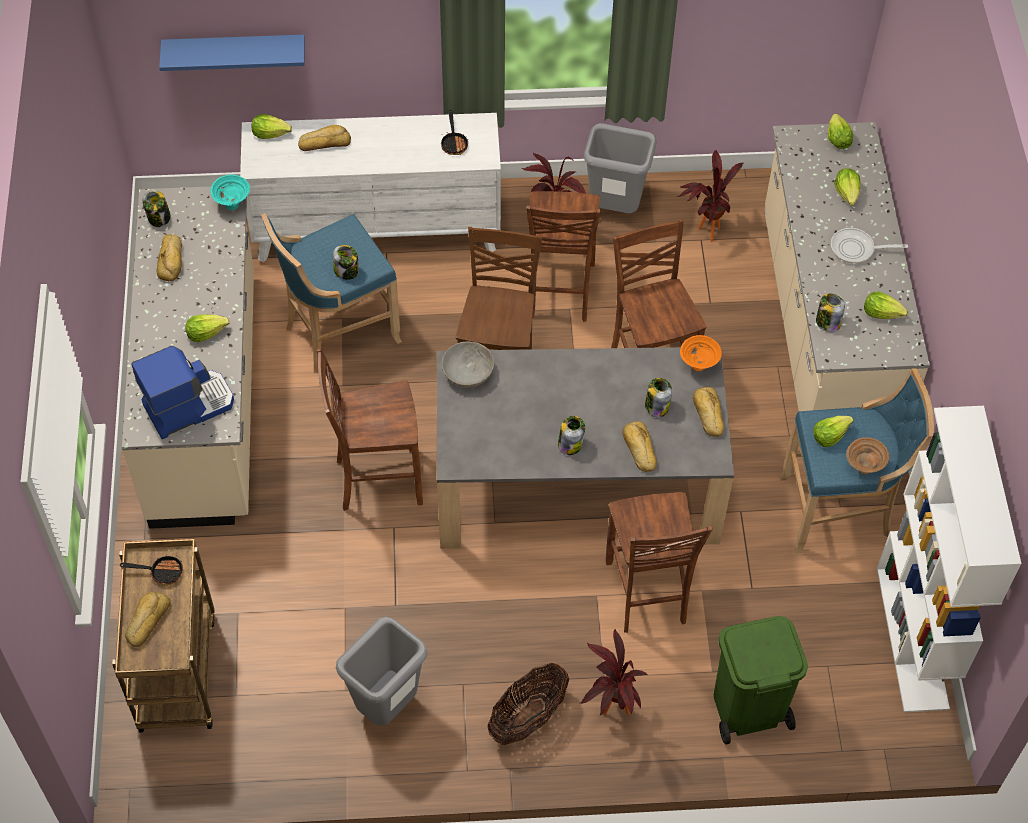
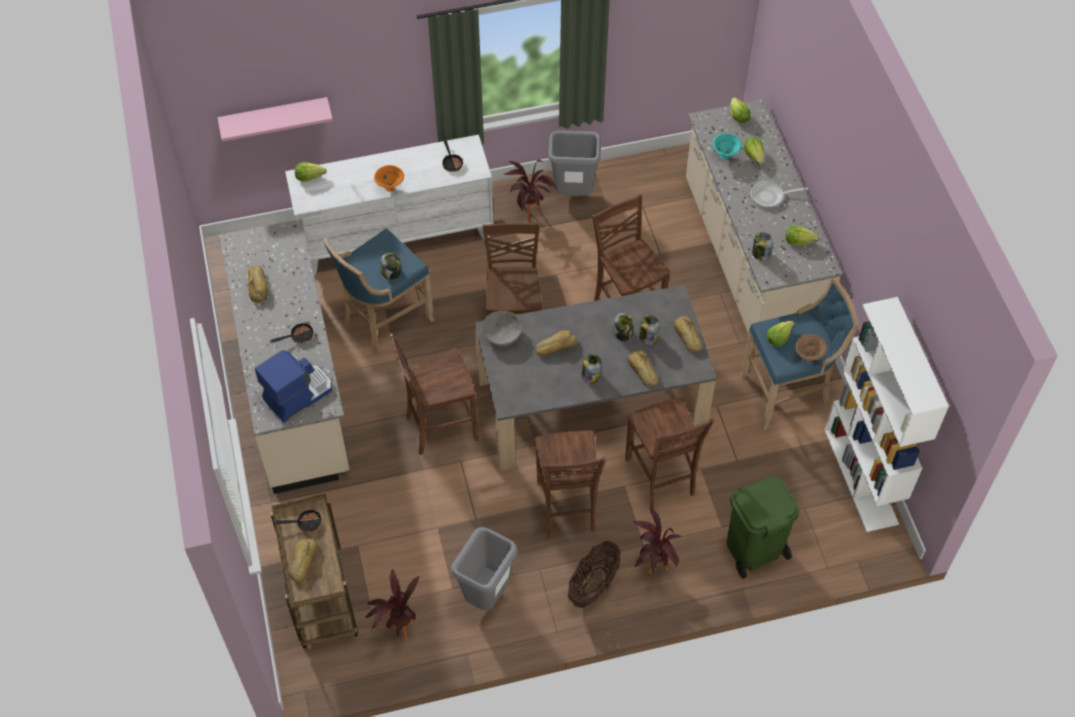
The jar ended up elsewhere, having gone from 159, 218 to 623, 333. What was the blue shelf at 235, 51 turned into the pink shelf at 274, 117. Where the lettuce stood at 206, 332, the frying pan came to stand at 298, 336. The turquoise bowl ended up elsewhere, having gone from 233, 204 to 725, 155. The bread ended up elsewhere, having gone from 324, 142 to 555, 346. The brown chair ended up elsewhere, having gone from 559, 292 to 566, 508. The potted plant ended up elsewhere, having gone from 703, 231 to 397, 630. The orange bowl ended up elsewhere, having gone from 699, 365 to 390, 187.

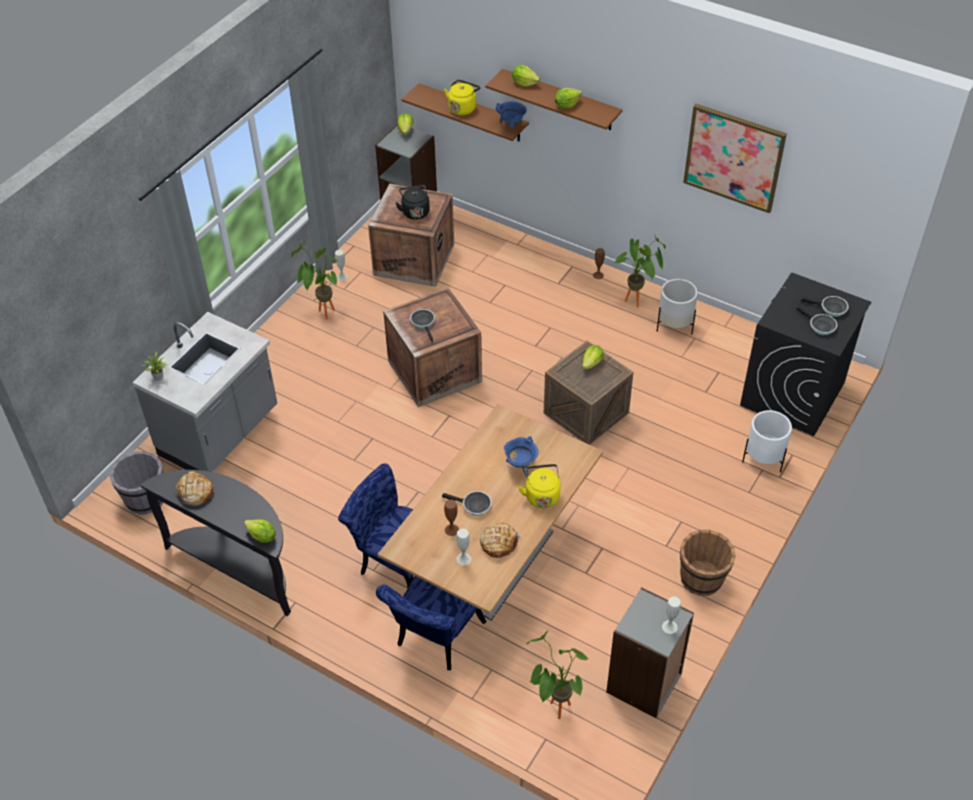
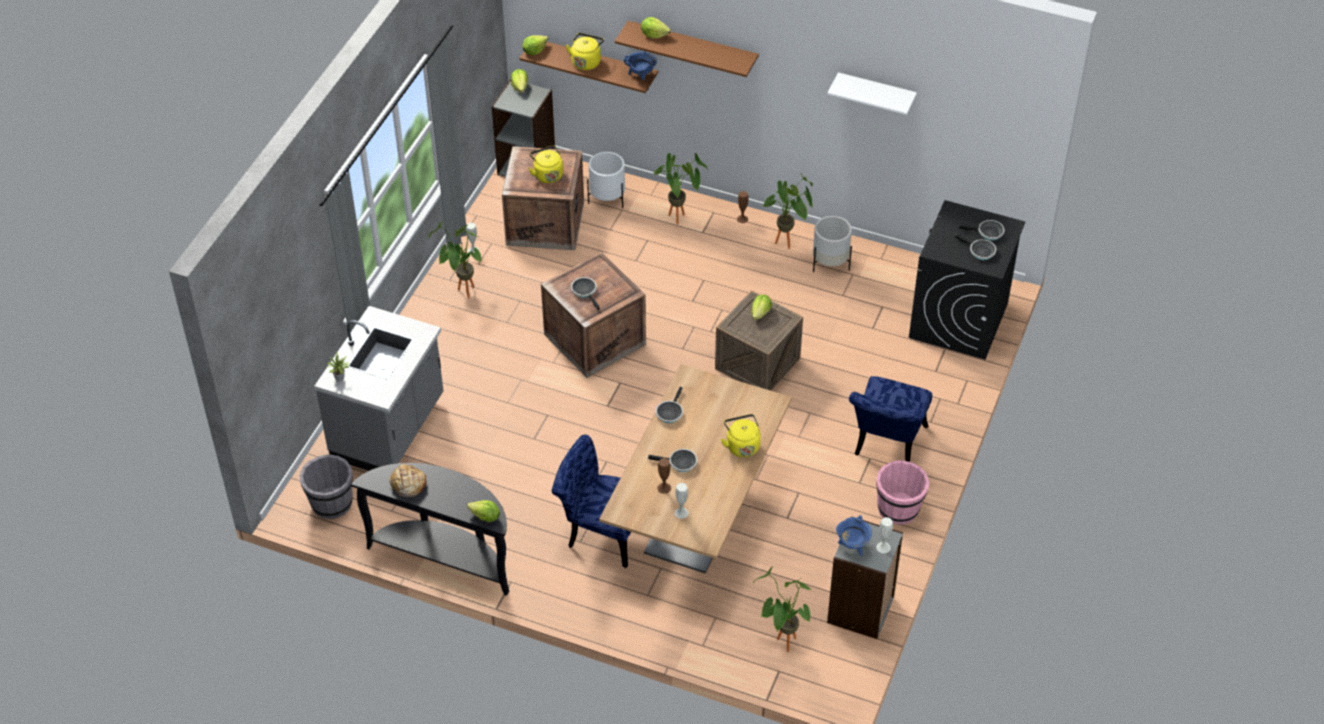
The blue chair ended up elsewhere, having gone from 435, 638 to 887, 445. What was the black kettle at 415, 211 turned into the yellow kettle at 547, 174. The second view lost the bread at 498, 543. The blue cooking pot ended up elsewhere, having gone from 520, 465 to 852, 546. The lettuce ended up elsewhere, having gone from 566, 105 to 534, 51. What was the brown bucket at 702, 579 turned into the pink bucket at 899, 509. Where the picture hung at 733, 157, the white shelf came to hang at 876, 93. The white planter ended up elsewhere, having gone from 763, 459 to 607, 199. The second view gained the potted plant at 680, 220. The second view gained the frying pan at 670, 412.

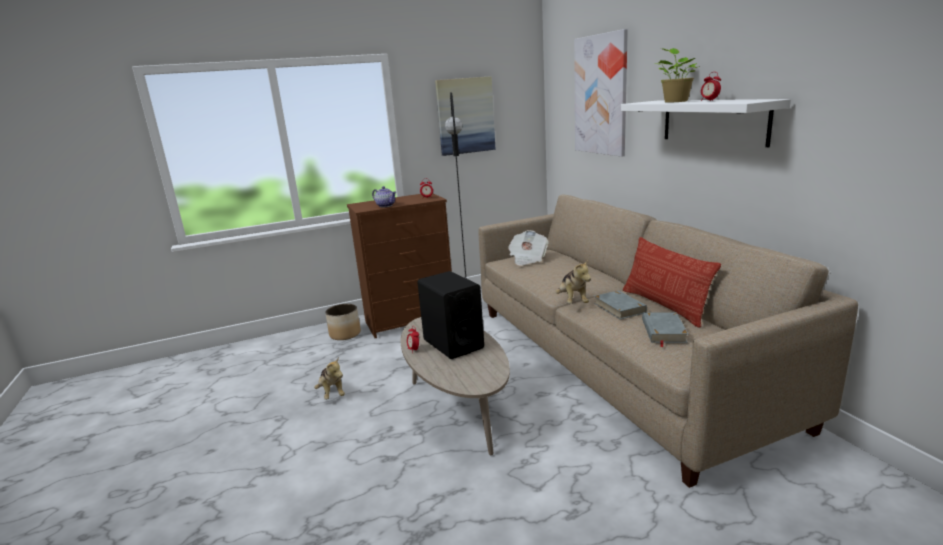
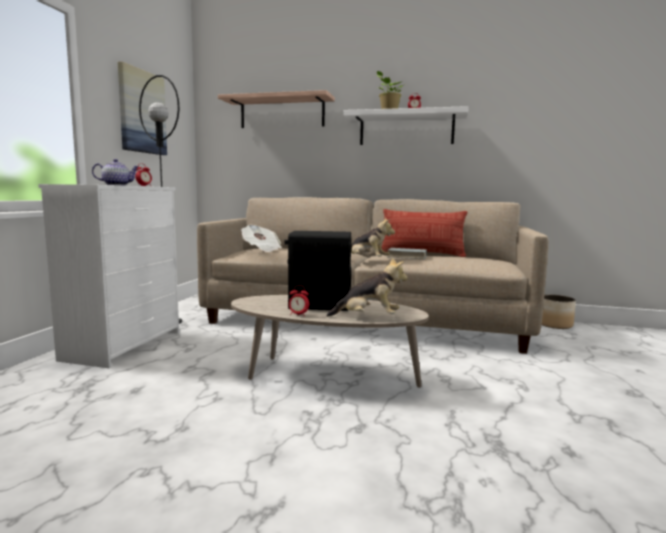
The plush toy ended up elsewhere, having gone from 332, 393 to 368, 318. The planter ended up elsewhere, having gone from 345, 334 to 555, 325. What was the brown dresser at 411, 320 turned into the white dresser at 125, 345. Where the picture hung at 601, 95, the shelf came to hang at 282, 113. The second view lost the grey book at 663, 331.

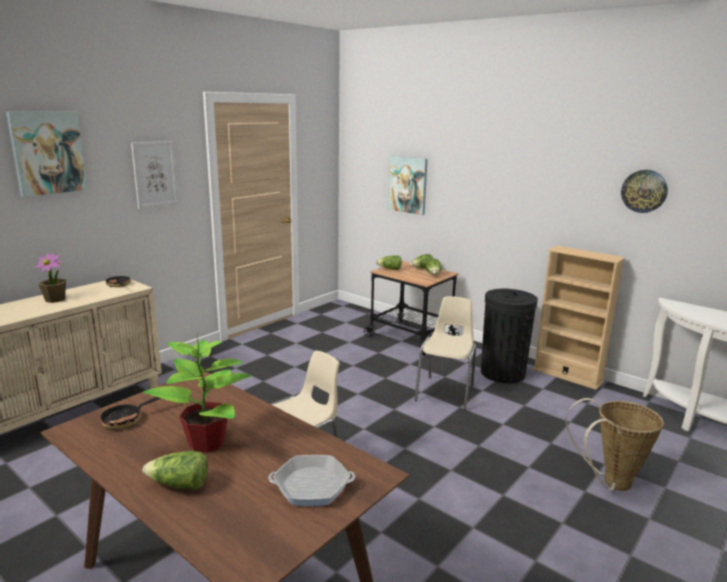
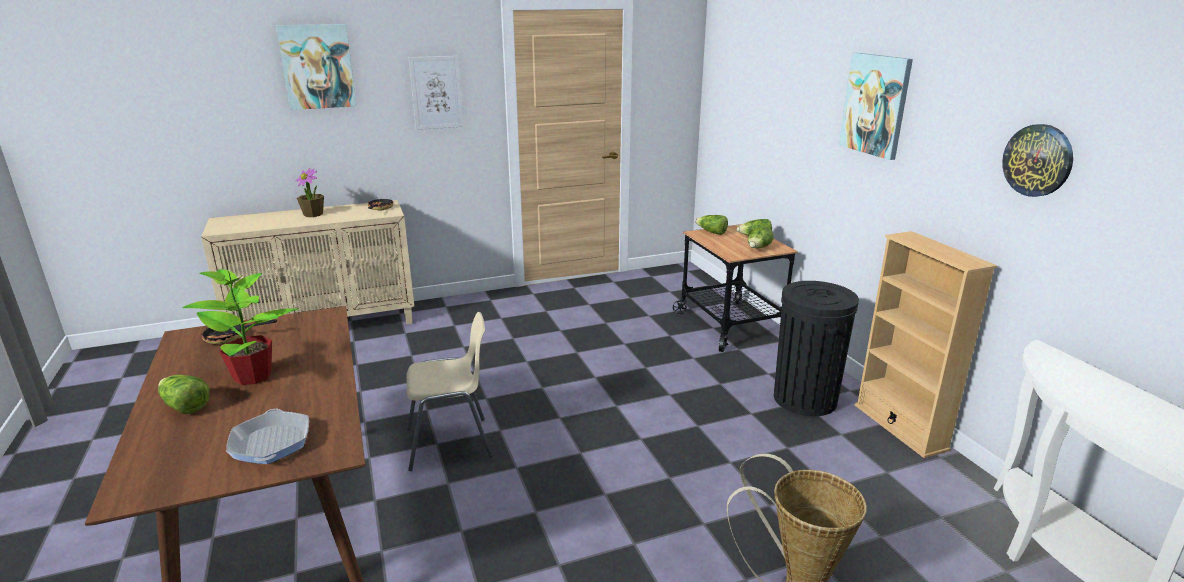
The frying pan at 312, 486 ended up facing another way, 135 degrees counterclockwise from before. The picture ended up elsewhere, having gone from 407, 184 to 875, 105. The second view lost the beige chair at 446, 392.

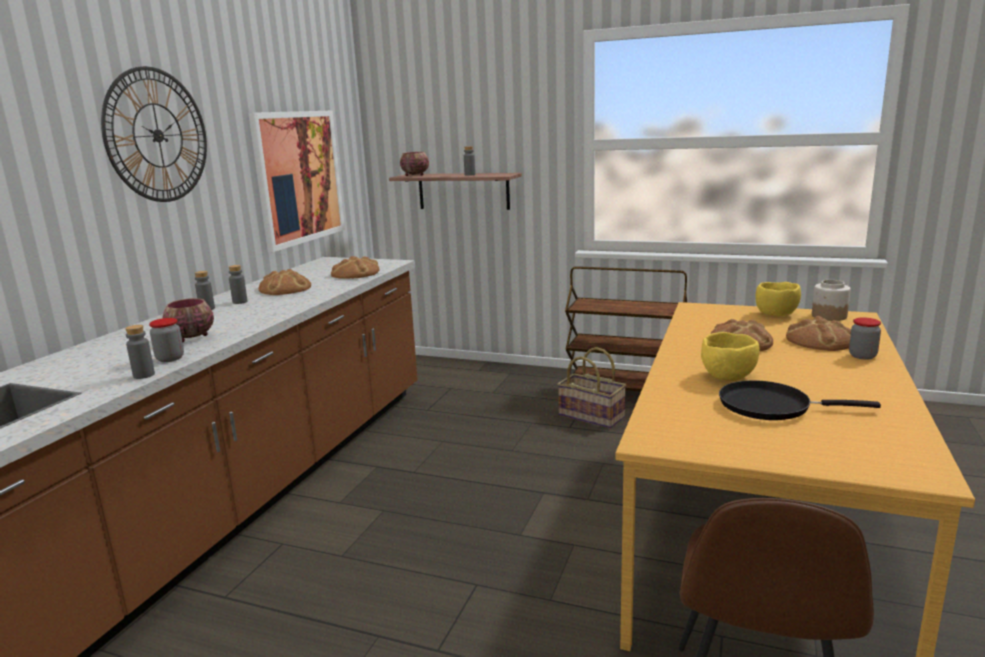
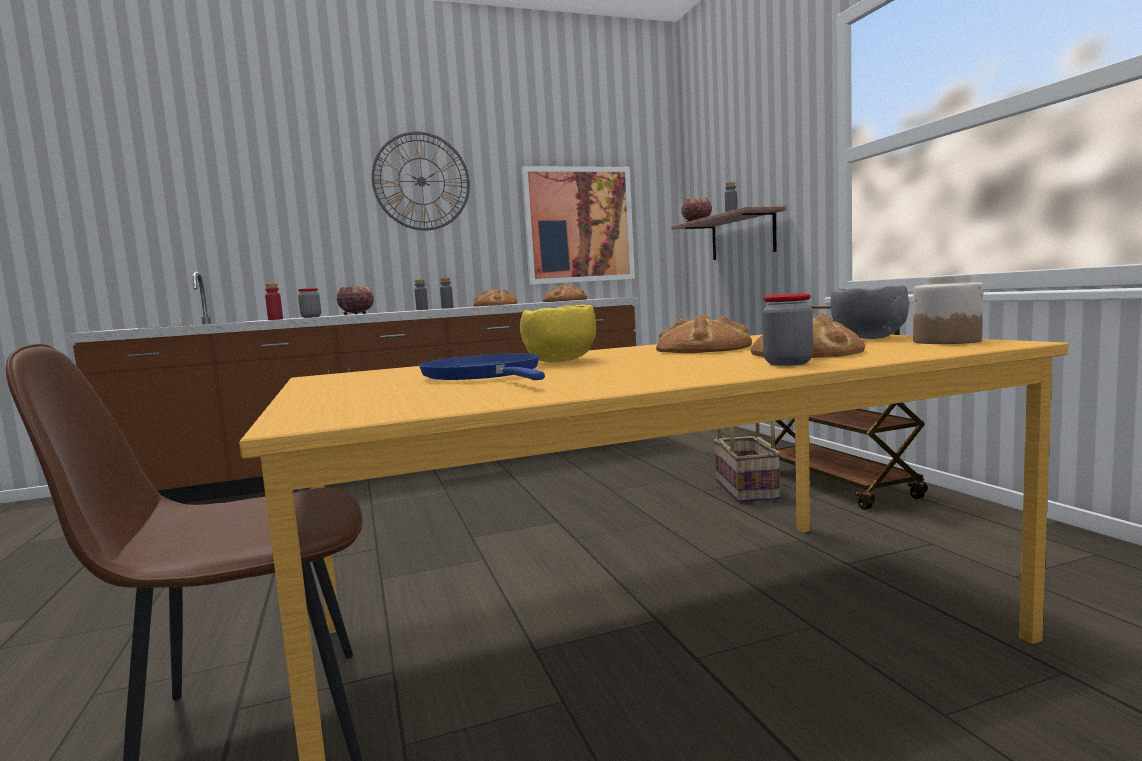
What was the grey bottle at 144, 375 turned into the red bottle at 275, 319. What was the black frying pan at 771, 406 turned into the blue frying pan at 485, 375. What was the yellow bowl at 776, 315 turned into the grey bowl at 869, 338.

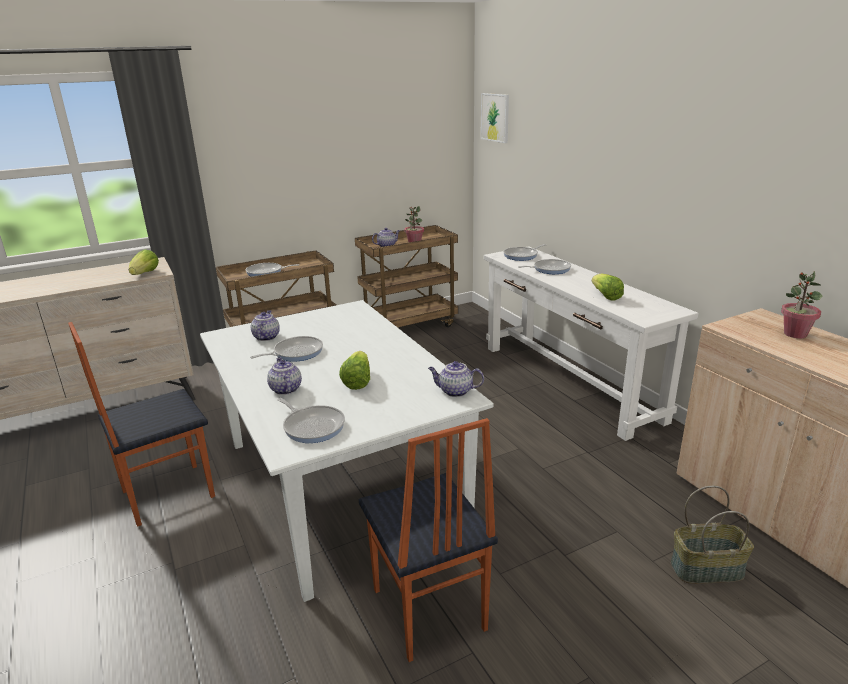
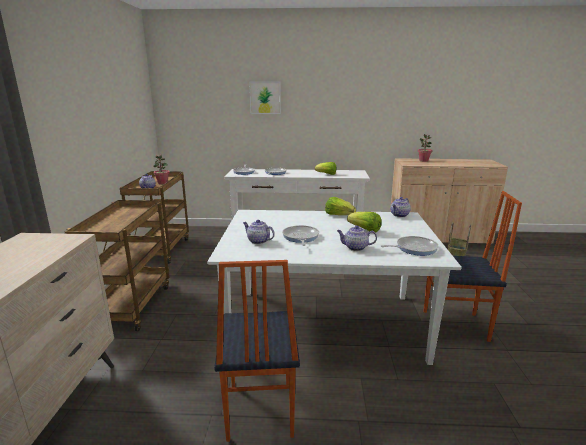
The lettuce ended up elsewhere, having gone from 145, 274 to 338, 215. The second view lost the frying pan at 266, 272. The picture ended up elsewhere, having gone from 495, 117 to 265, 97.

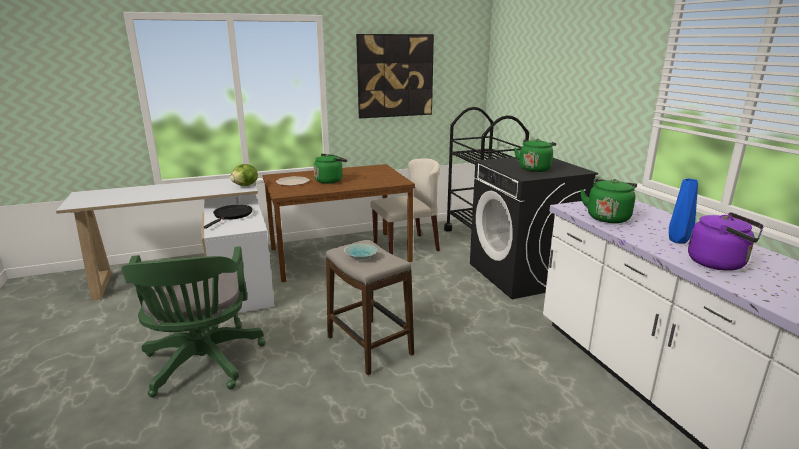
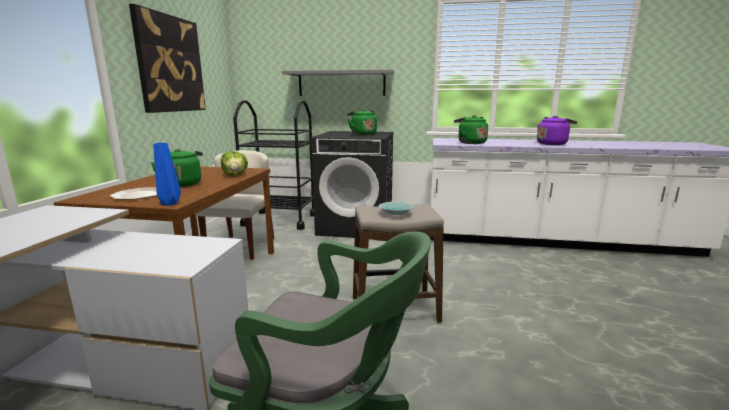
The second view lost the black frying pan at 232, 215. The lettuce ended up elsewhere, having gone from 245, 185 to 235, 175. The blue vase ended up elsewhere, having gone from 676, 241 to 168, 204. The second view gained the grey shelf at 341, 83.

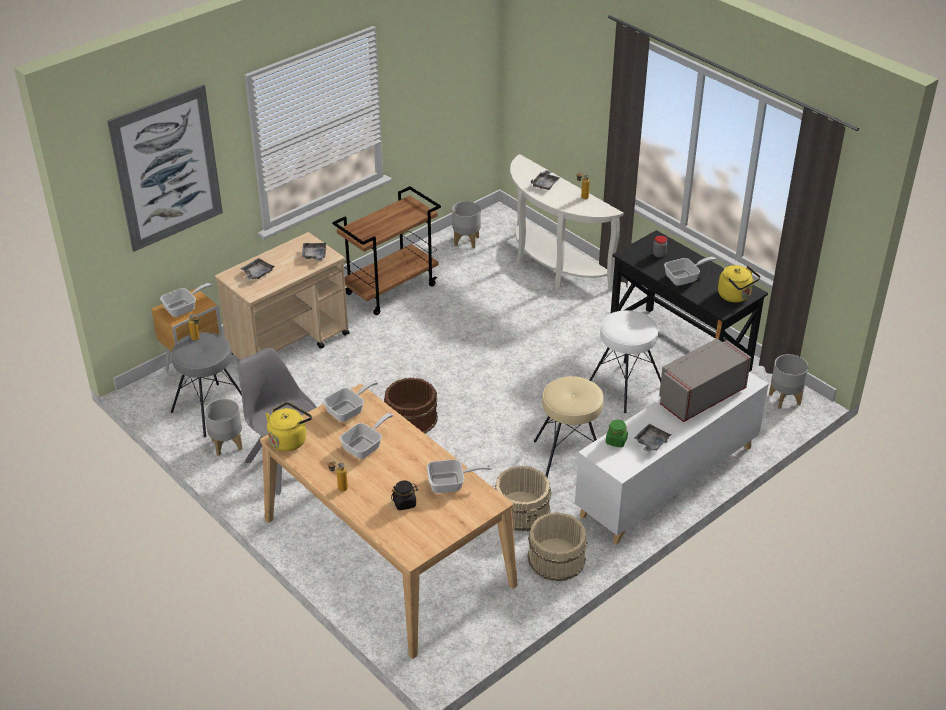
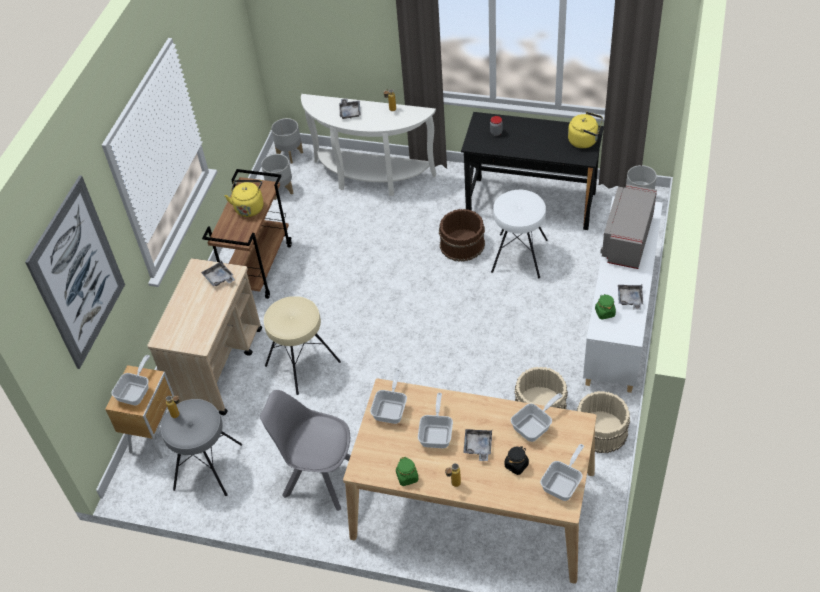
The grey planter ended up elsewhere, having gone from 226, 444 to 289, 154. The grey tray ended up elsewhere, having gone from 257, 273 to 478, 447. The yellow kettle ended up elsewhere, having gone from 289, 440 to 249, 207. The brown bucket ended up elsewhere, having gone from 411, 418 to 461, 244. The beige stool ended up elsewhere, having gone from 569, 456 to 302, 363. The frying pan ended up elsewhere, having gone from 685, 278 to 564, 483. The second view gained the green jar at 407, 477.

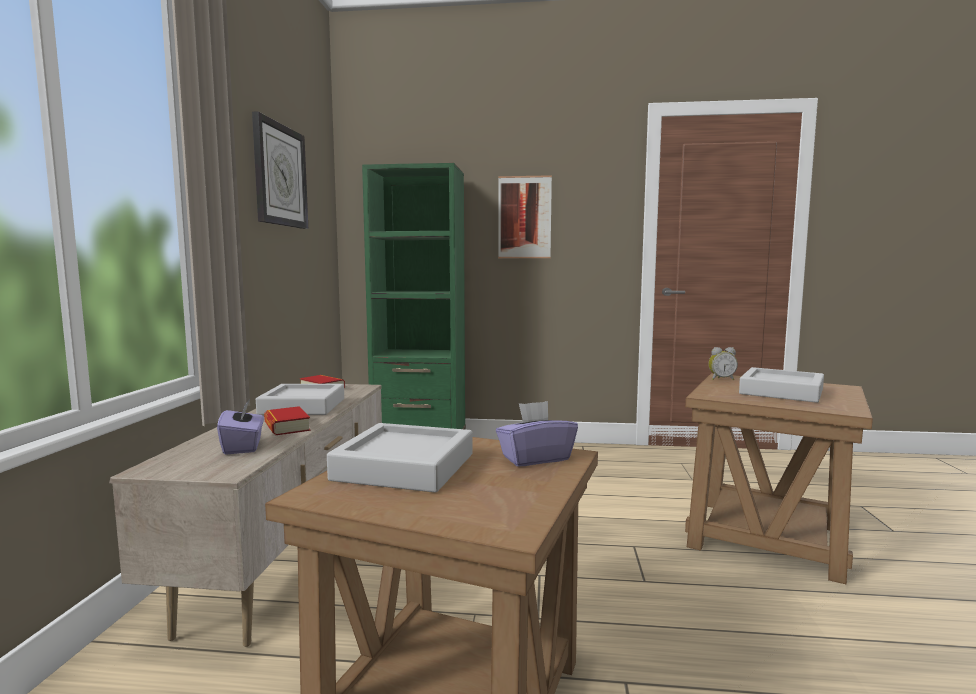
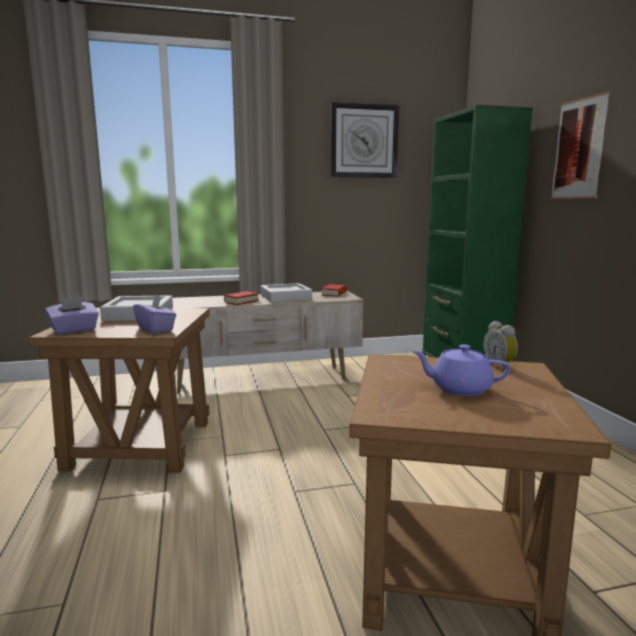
The purple tissue box ended up elsewhere, having gone from 243, 446 to 74, 330. Where the grey tray stood at 781, 392, the purple teapot came to stand at 459, 389.

